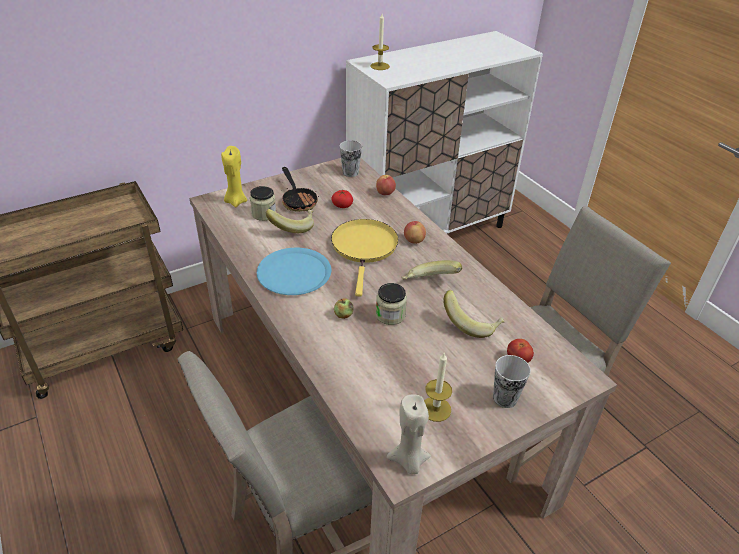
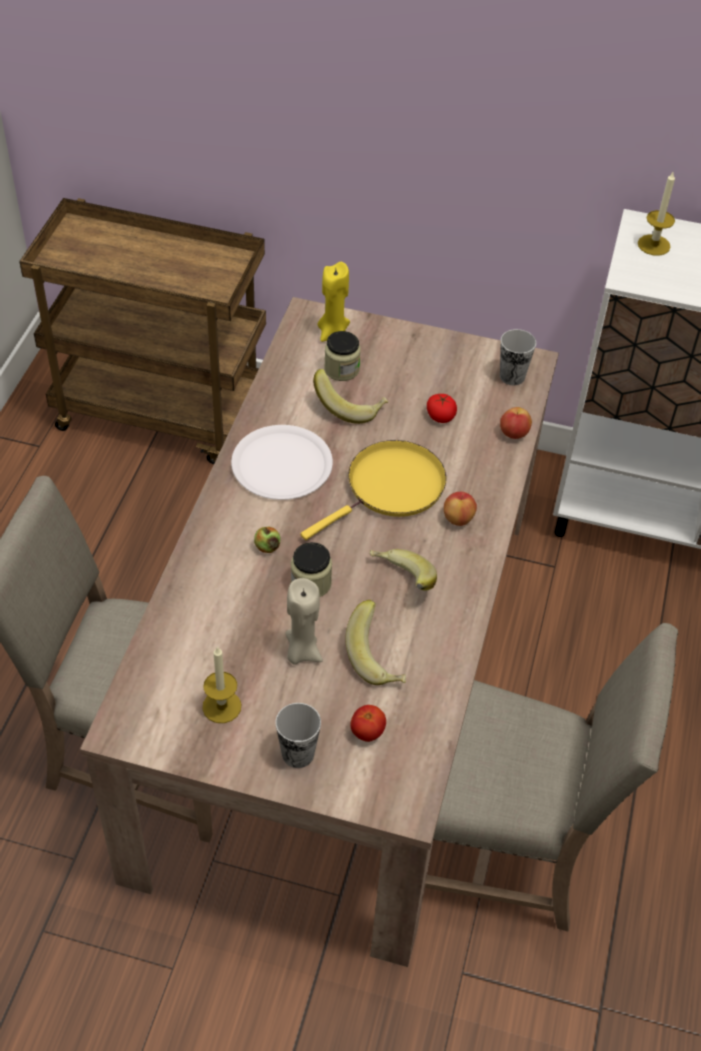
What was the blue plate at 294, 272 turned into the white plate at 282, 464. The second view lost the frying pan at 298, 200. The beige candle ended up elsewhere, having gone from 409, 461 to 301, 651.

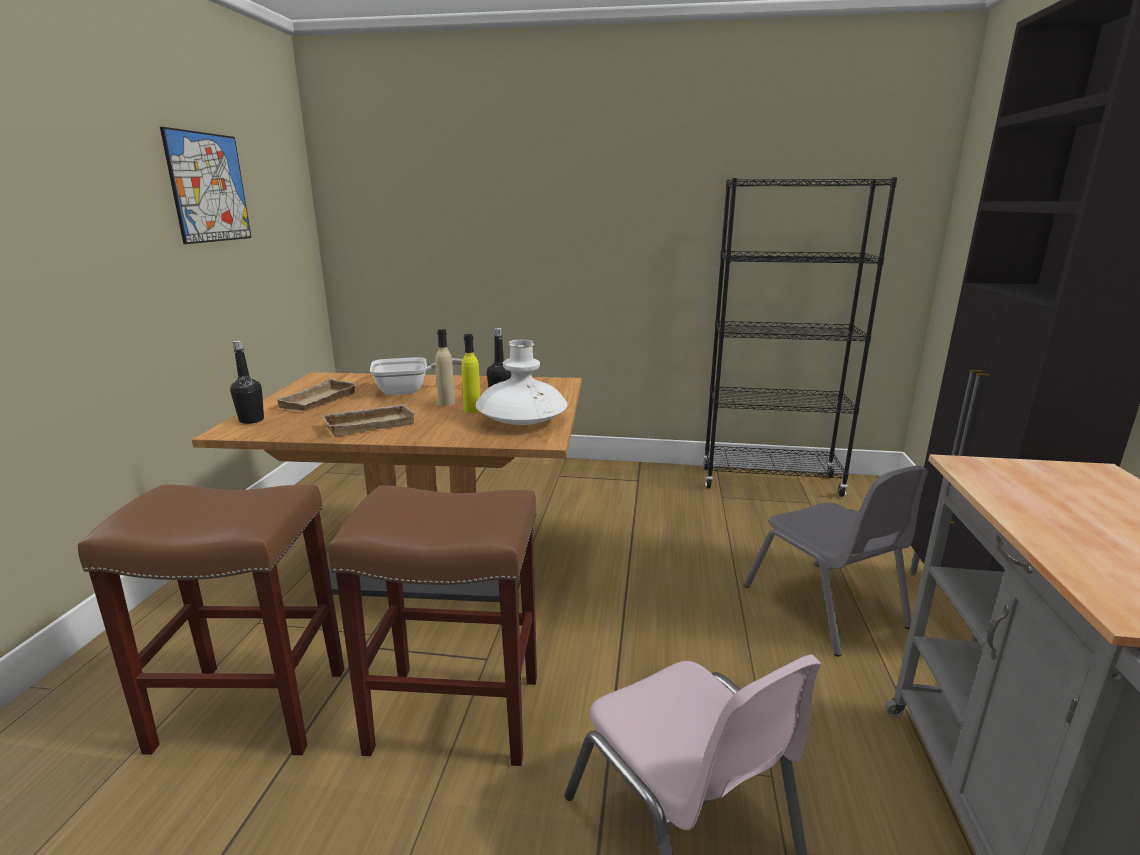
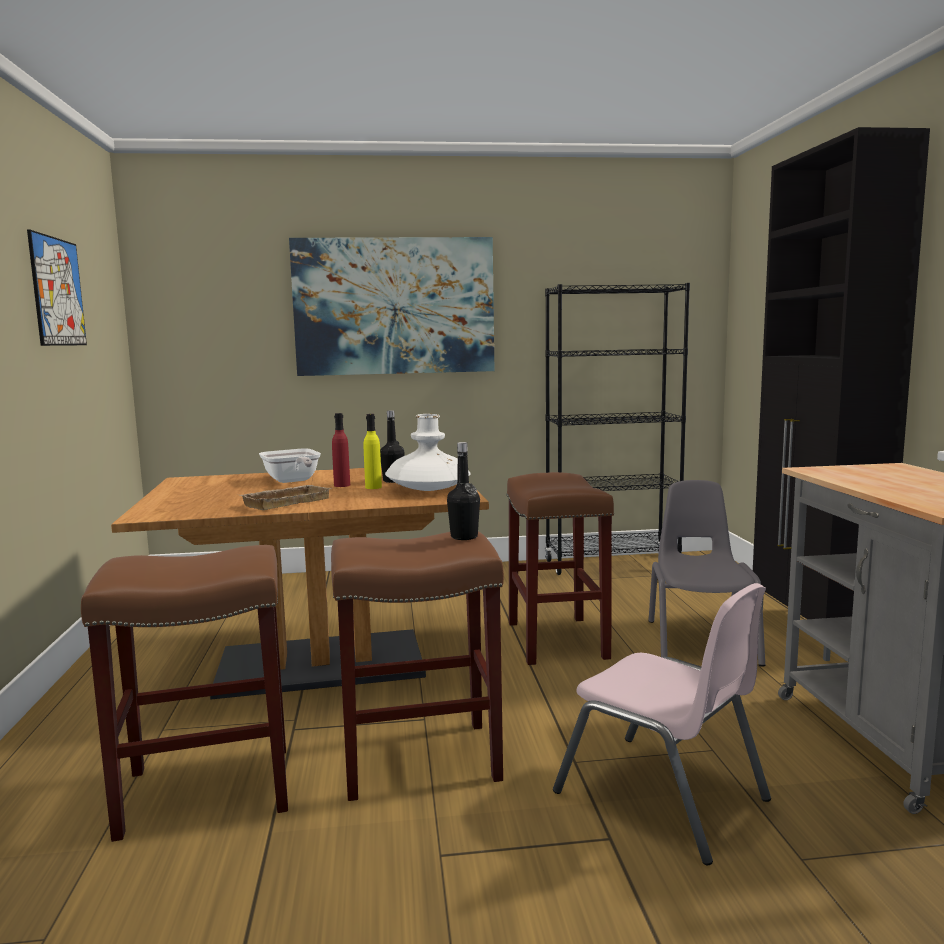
The black bottle ended up elsewhere, having gone from 251, 420 to 464, 537. The second view lost the beige tray at 320, 401. The frying pan at 408, 391 ended up facing another way, 90 degrees clockwise from before. What was the beige bottle at 446, 403 turned into the red bottle at 342, 485. The grey chair at 824, 606 ended up facing another way, 135 degrees counterclockwise from before. The second view gained the picture at 394, 306. The second view gained the brown stool at 558, 641.

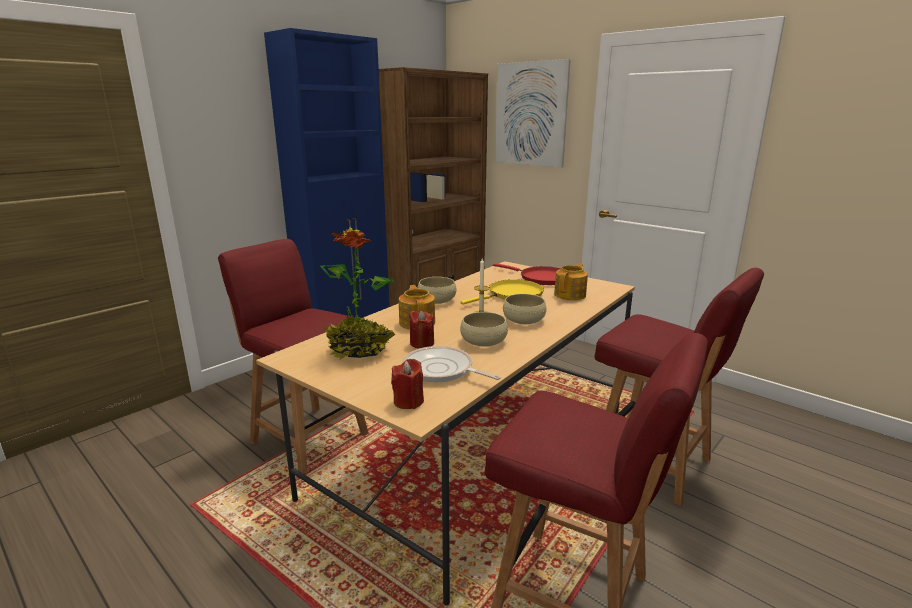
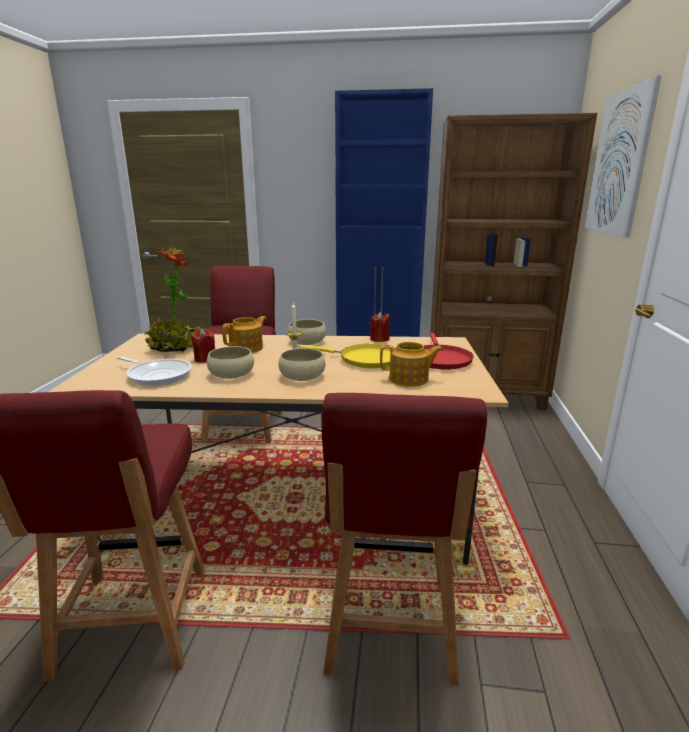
The red candle ended up elsewhere, having gone from 408, 401 to 379, 339. The frying pan at 441, 370 ended up facing another way, 120 degrees clockwise from before.

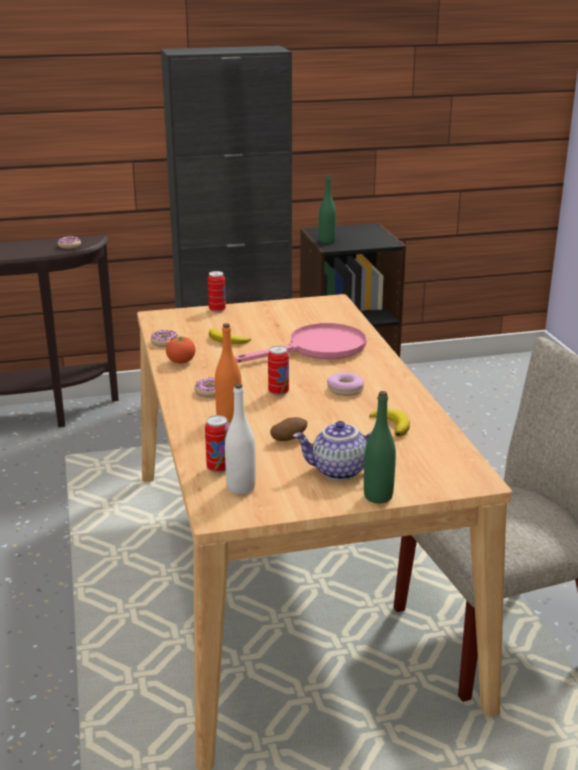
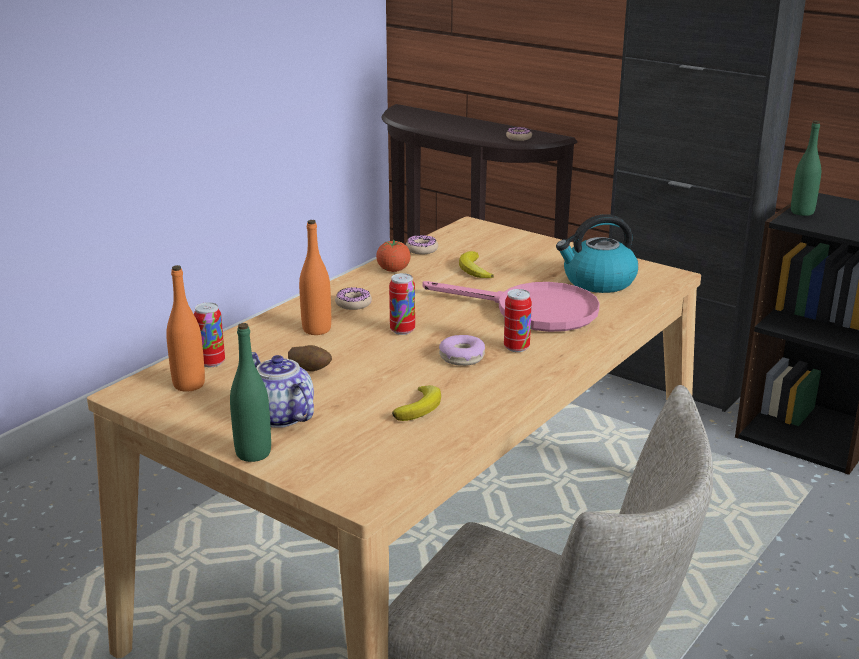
The can ended up elsewhere, having gone from 217, 310 to 516, 347. What was the white bottle at 241, 487 turned into the orange bottle at 189, 384. The second view gained the kettle at 598, 282.

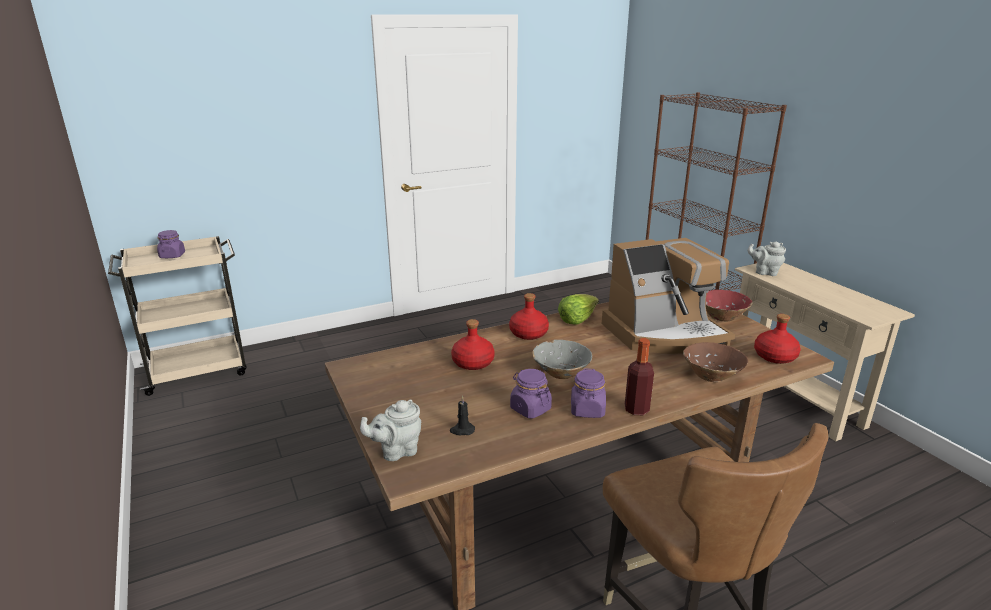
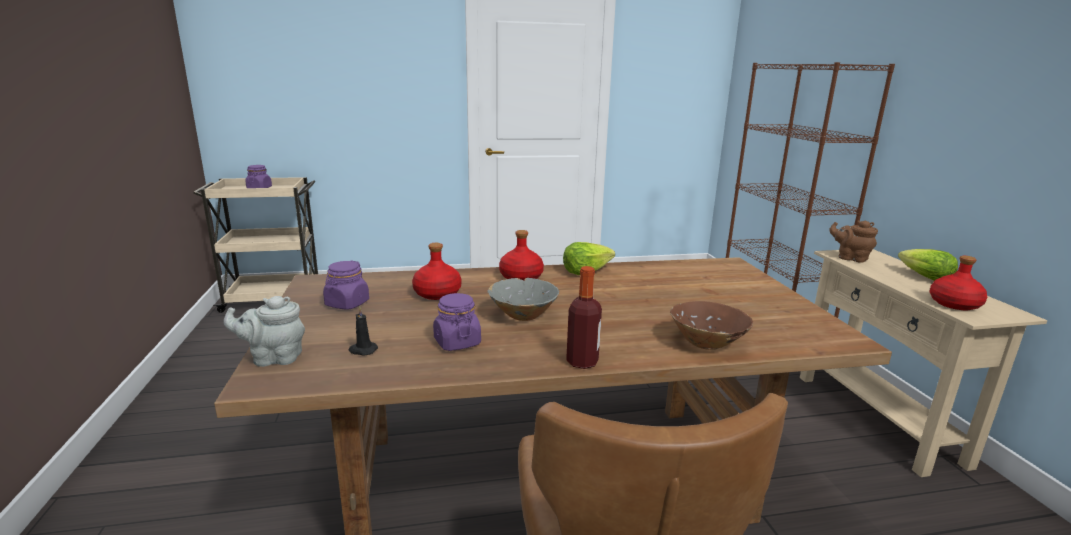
The purple jar ended up elsewhere, having gone from 587, 410 to 347, 304. The second view lost the coffee machine at 664, 333. The second view lost the red bowl at 722, 317. What was the grey teapot at 764, 272 turned into the brown teapot at 850, 258. The red bottle ended up elsewhere, having gone from 775, 356 to 955, 304. The second view gained the lettuce at 924, 277.

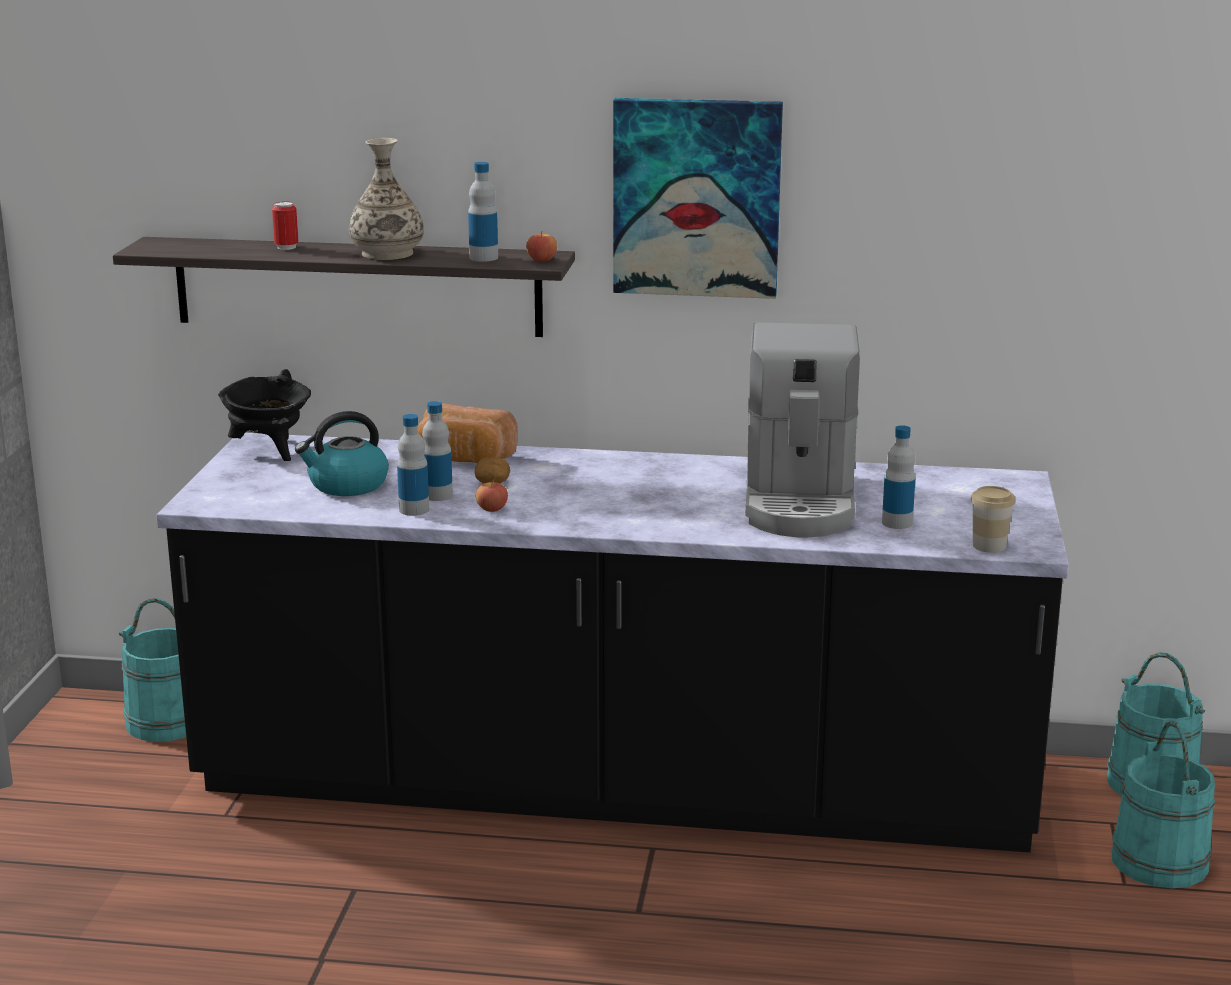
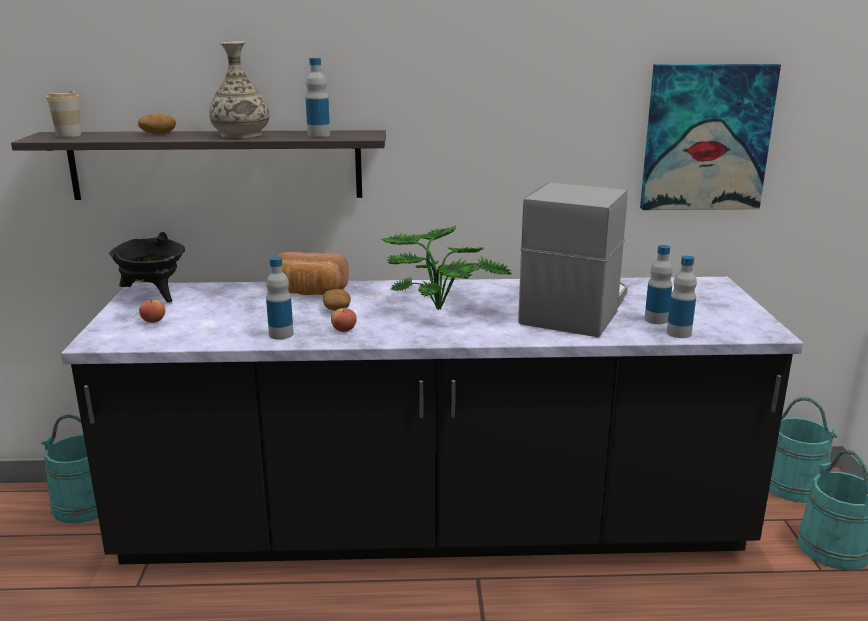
Where the can stood at 286, 247, the potato came to stand at 158, 134. The second view lost the kettle at 347, 485. The bottle ended up elsewhere, having gone from 438, 495 to 679, 333. The apple ended up elsewhere, having gone from 542, 260 to 153, 321. The picture ended up elsewhere, having gone from 696, 197 to 706, 137. The coffee machine at 799, 502 ended up facing another way, 150 degrees counterclockwise from before. The cup ended up elsewhere, having gone from 989, 546 to 68, 135. The second view gained the potted plant at 440, 307.

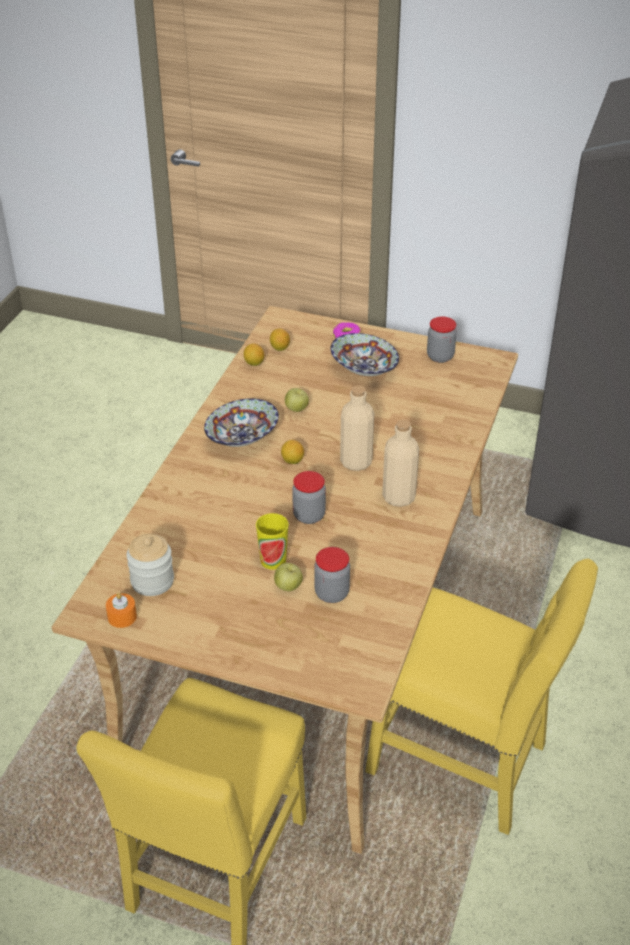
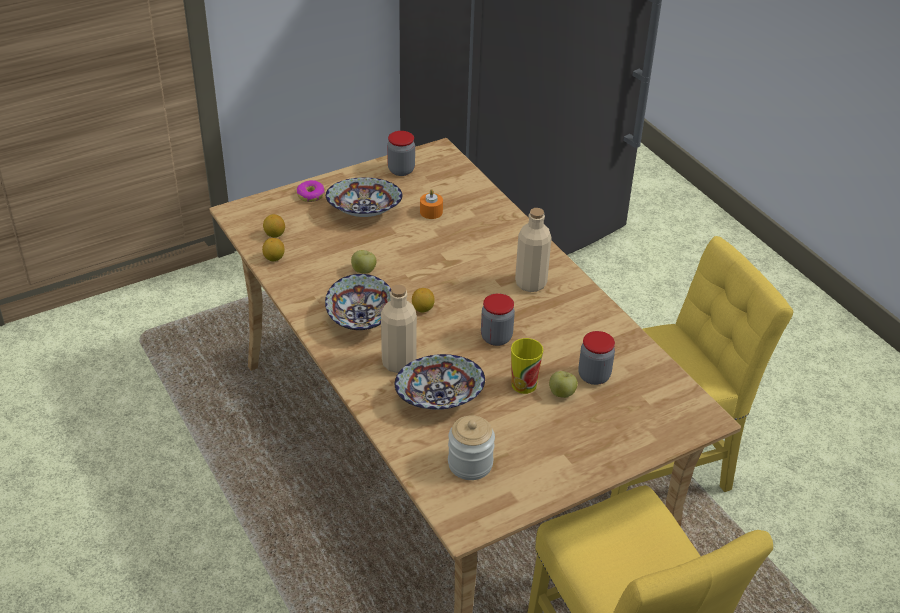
The orange candle ended up elsewhere, having gone from 122, 617 to 431, 212. The beige bottle ended up elsewhere, having gone from 356, 462 to 399, 363. The second view gained the bowl at 439, 398.

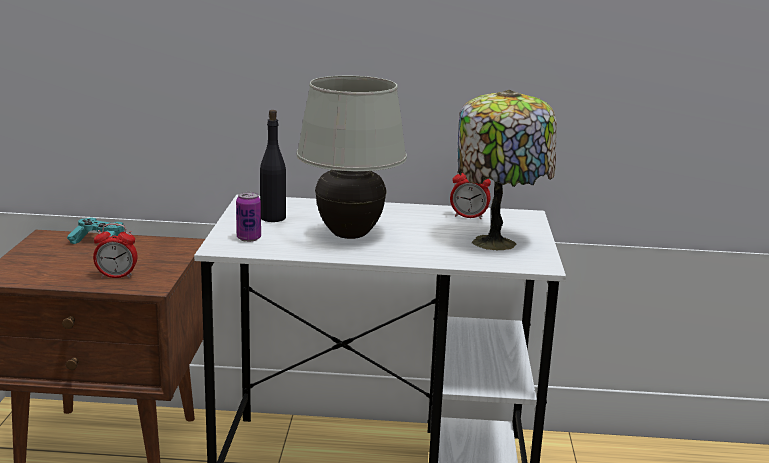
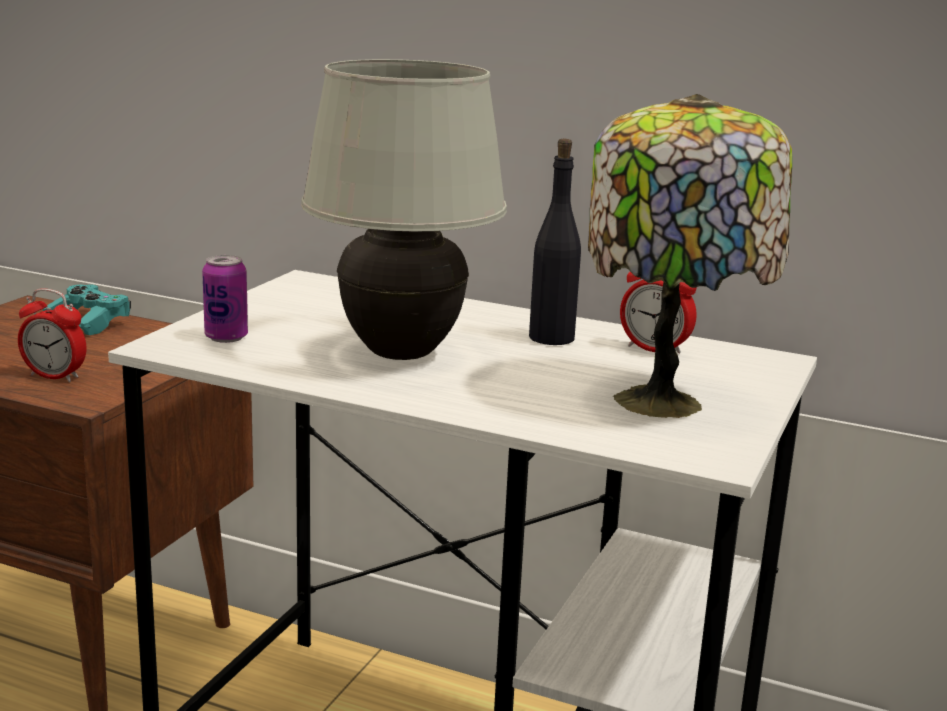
The black bottle ended up elsewhere, having gone from 273, 218 to 551, 338.

